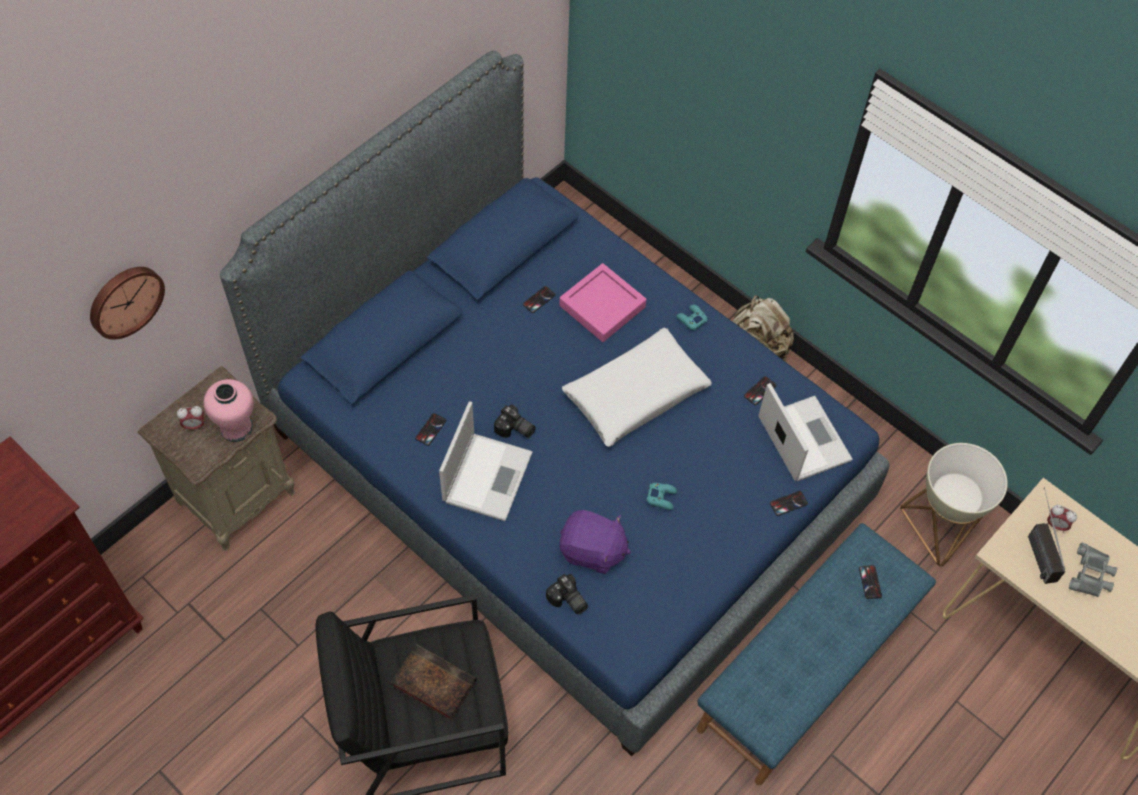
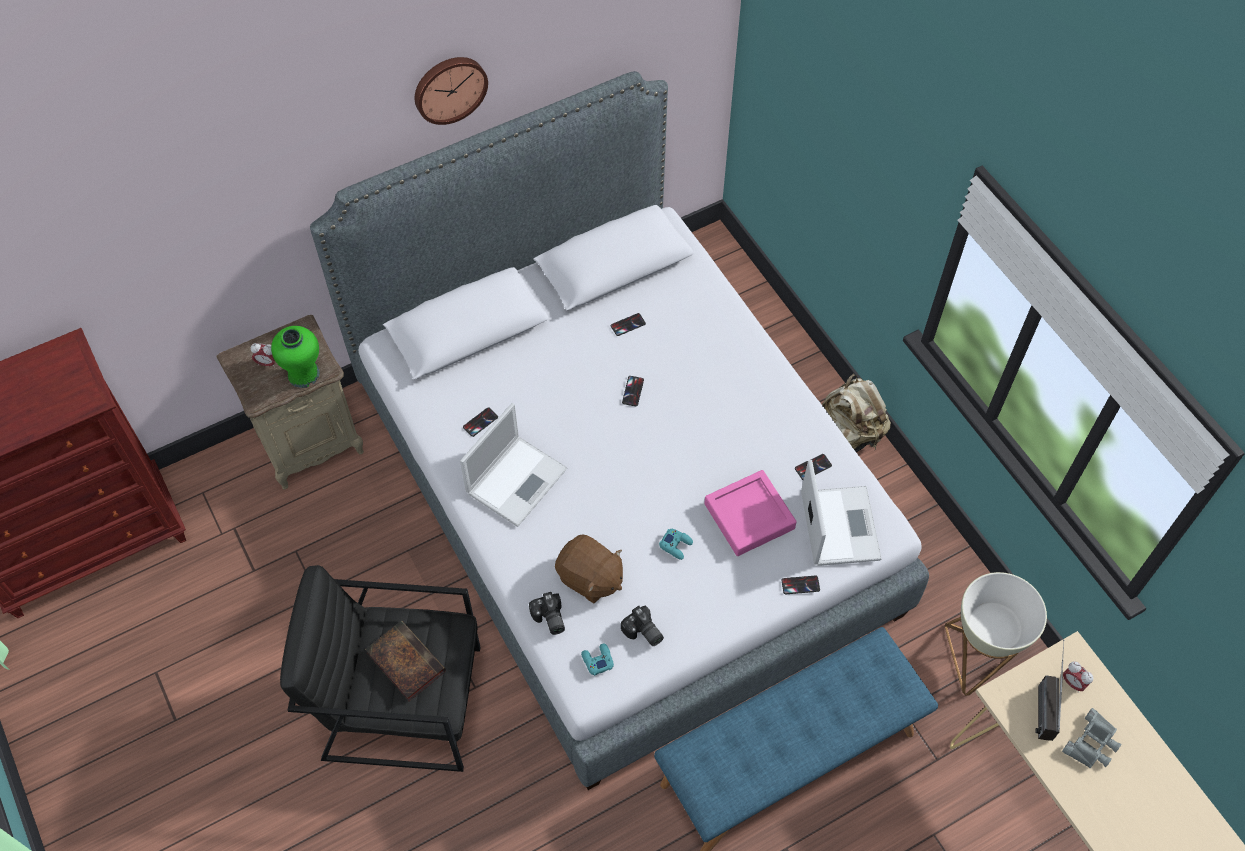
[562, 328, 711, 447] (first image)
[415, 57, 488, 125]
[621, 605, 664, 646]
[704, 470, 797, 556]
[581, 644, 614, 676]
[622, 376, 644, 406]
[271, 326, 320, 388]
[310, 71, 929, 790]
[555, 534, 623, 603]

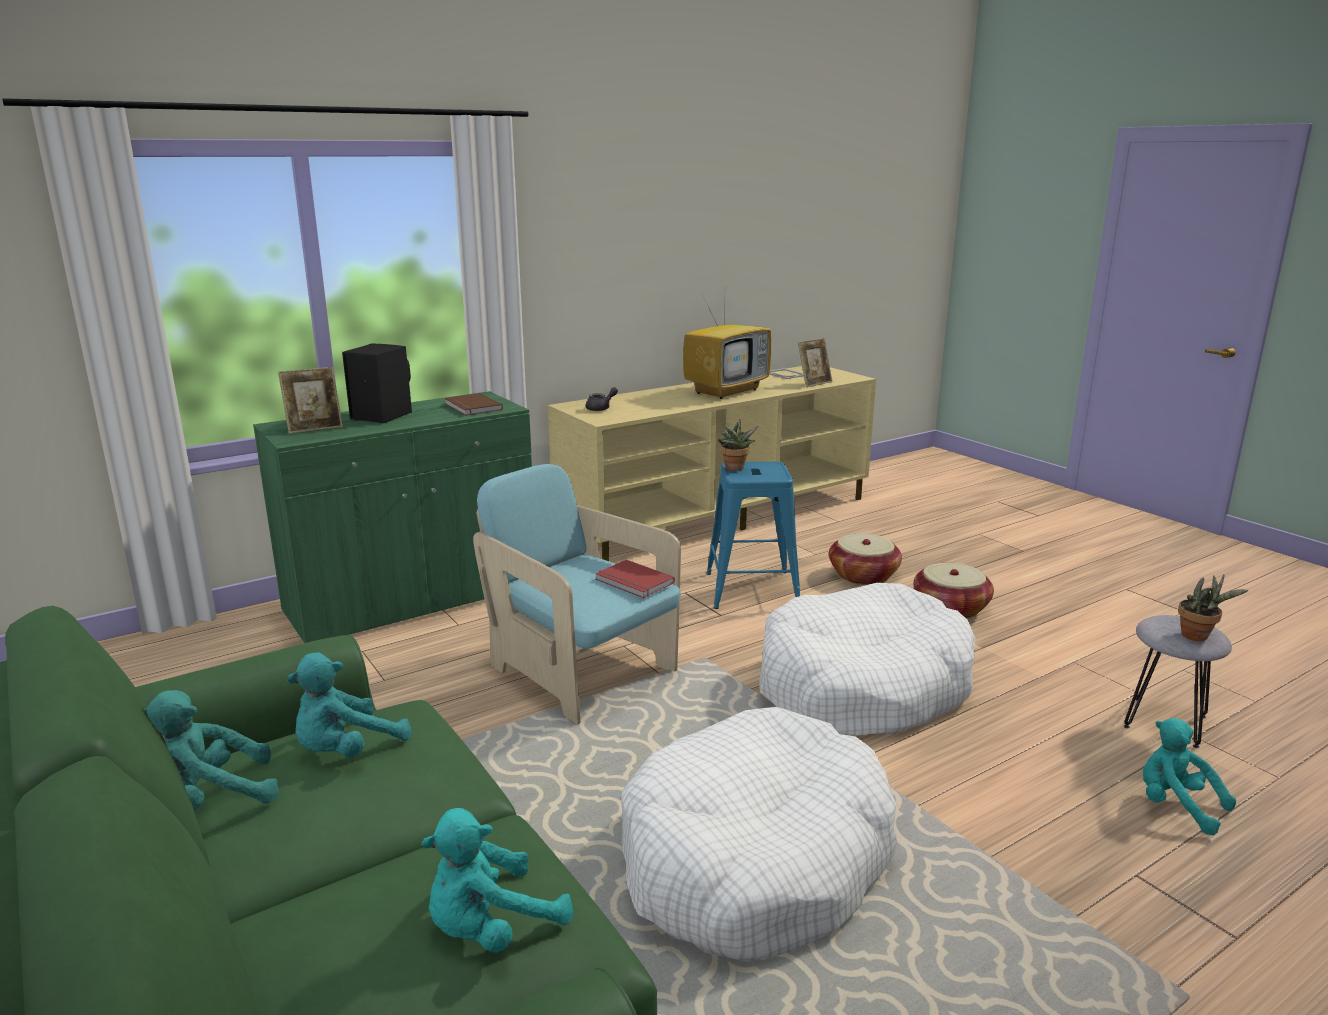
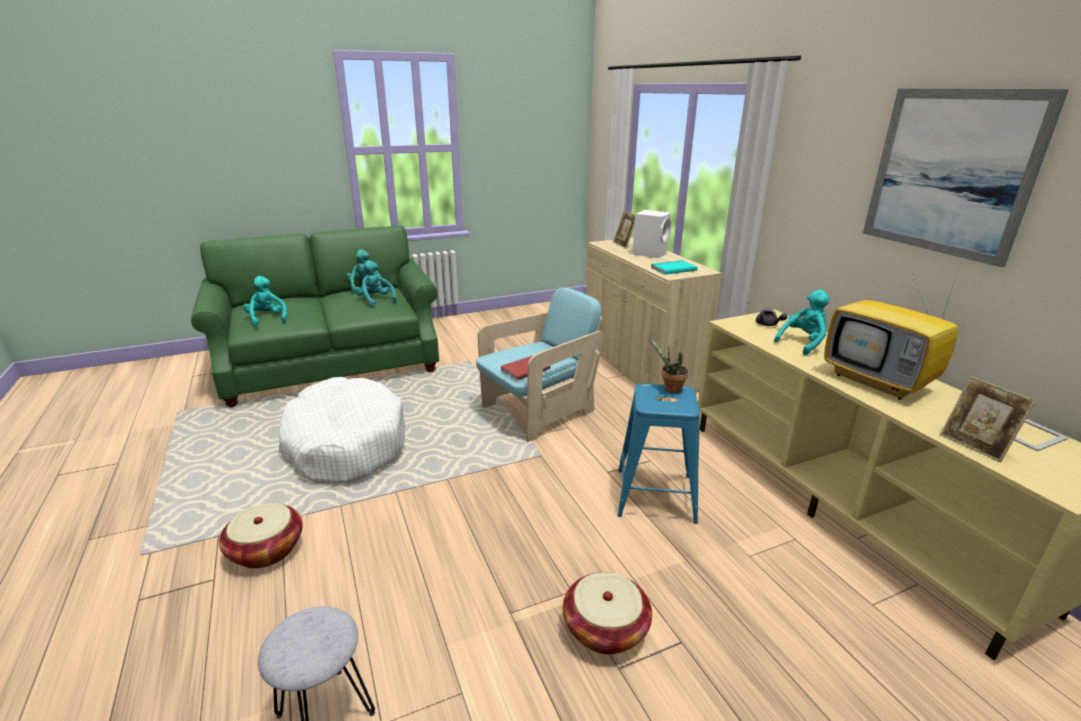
[760, 583, 976, 735] (first image)
[1178, 574, 1248, 641] (first image)
[863, 89, 1069, 267]
[219, 503, 303, 568]
[774, 290, 830, 355]
[586, 238, 723, 401]
[632, 210, 672, 258]
[650, 260, 697, 275]

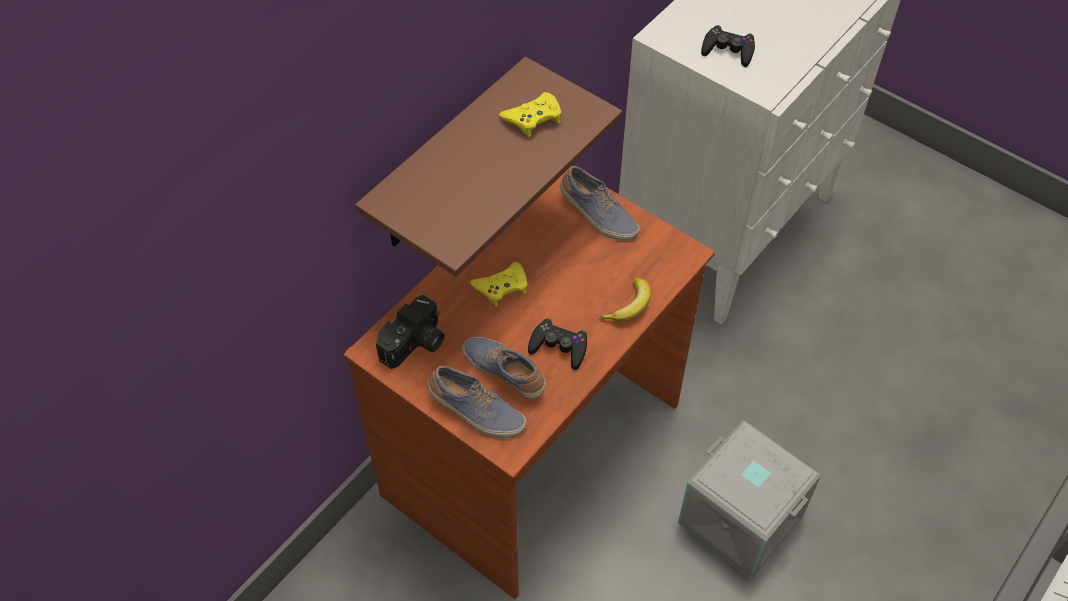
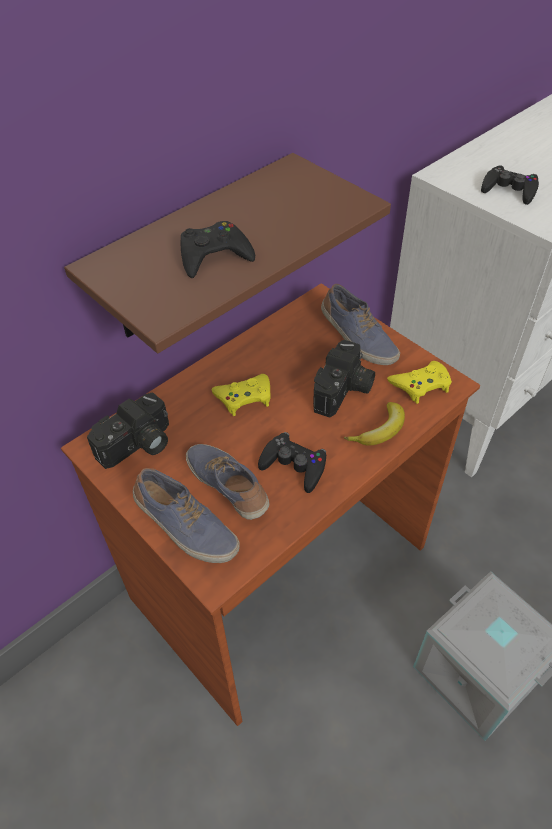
[181, 221, 255, 278]
[313, 340, 375, 418]
[387, 361, 452, 404]

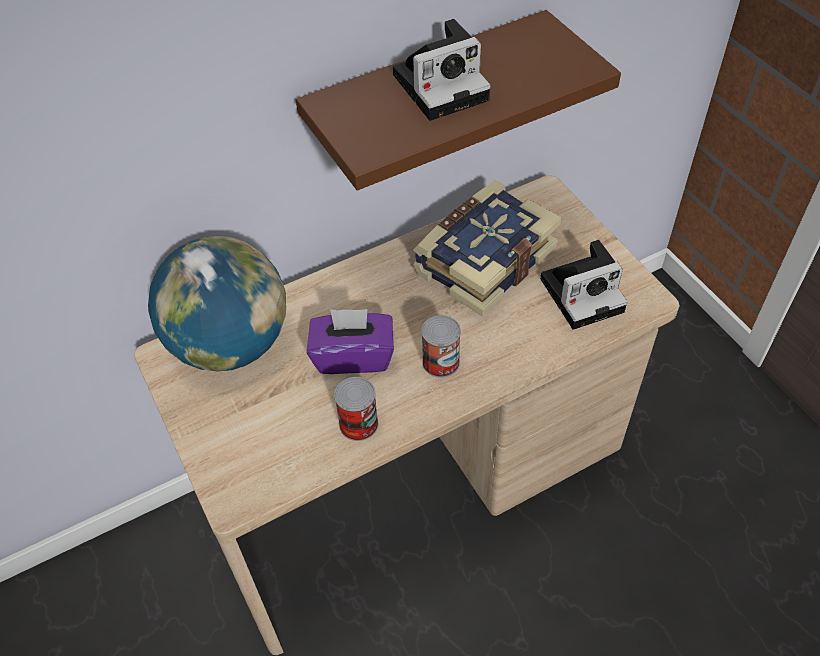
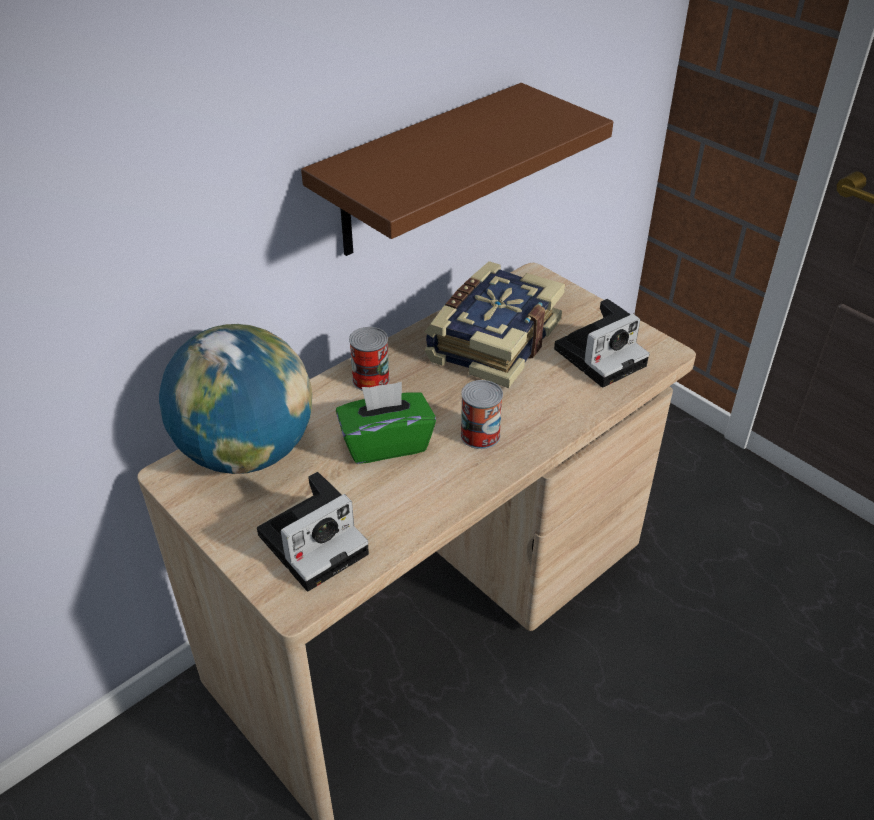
[349, 327, 390, 391]
[257, 472, 369, 591]
[336, 382, 436, 464]

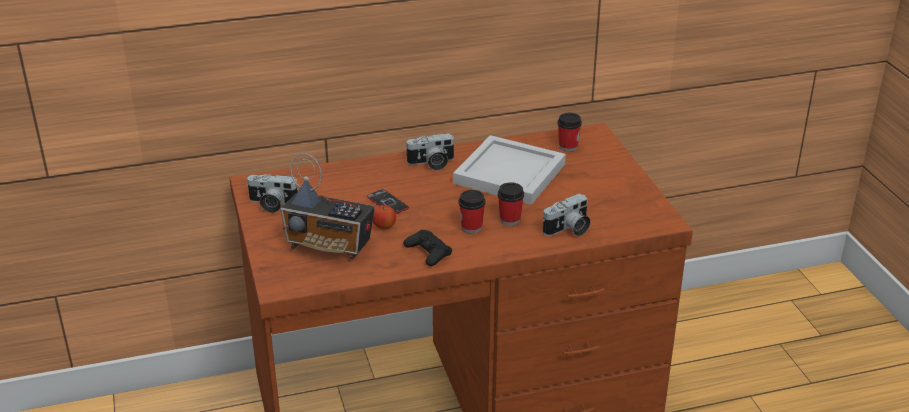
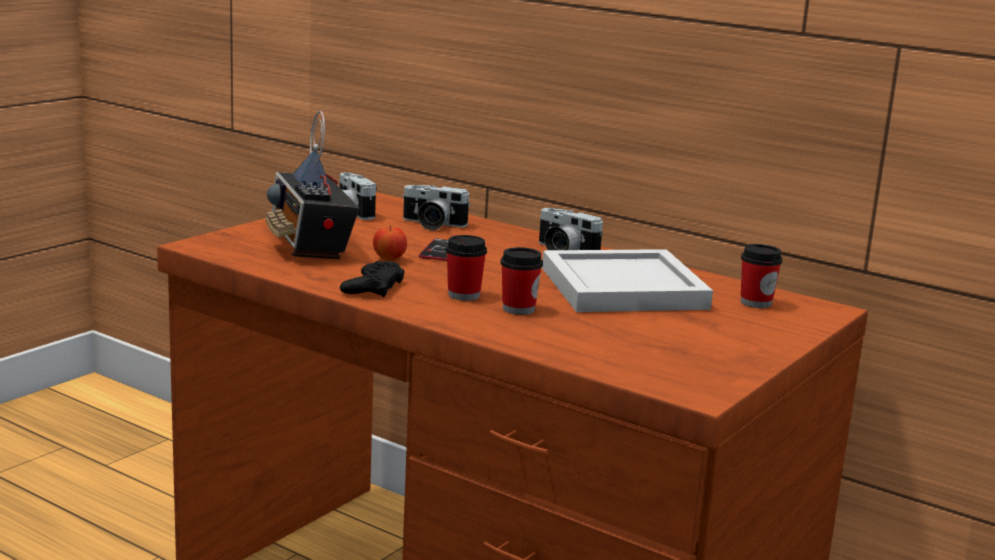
[402, 185, 471, 230]

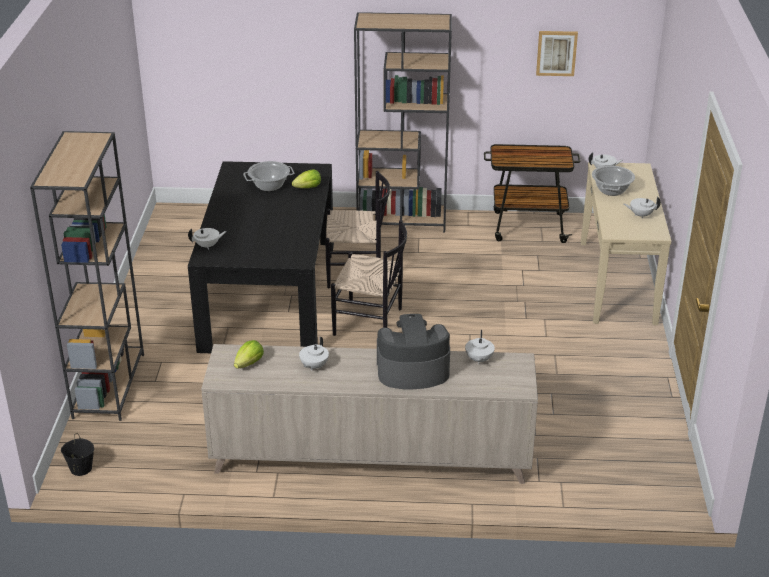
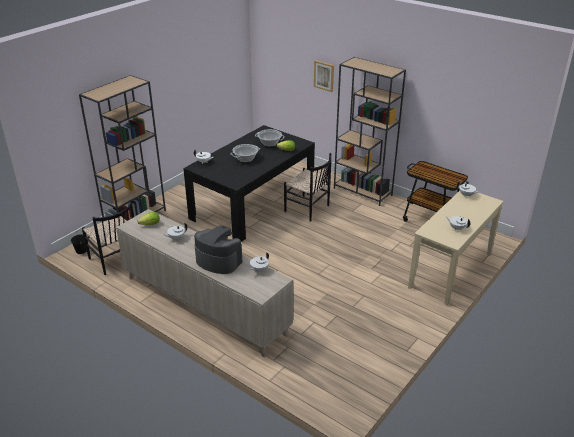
[82, 203, 134, 275]
[314, 60, 334, 92]
[231, 144, 260, 162]

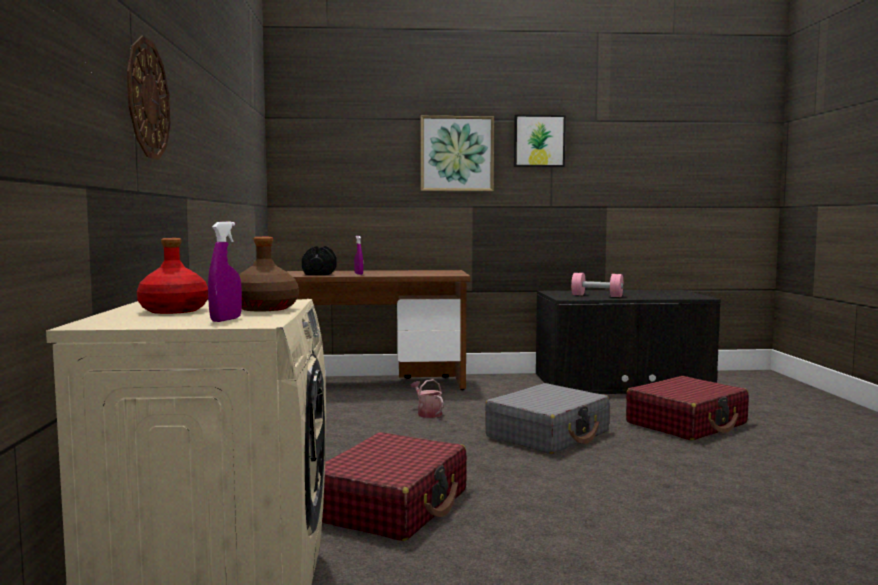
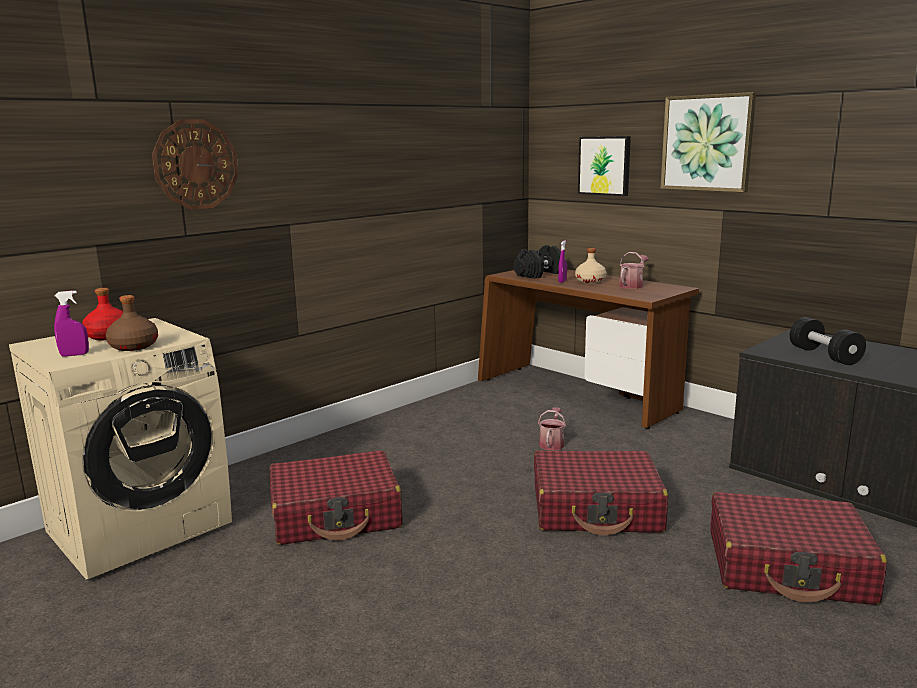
[575, 248, 606, 283]
[619, 252, 649, 289]
[578, 136, 631, 196]
[534, 450, 668, 535]
[789, 317, 866, 365]

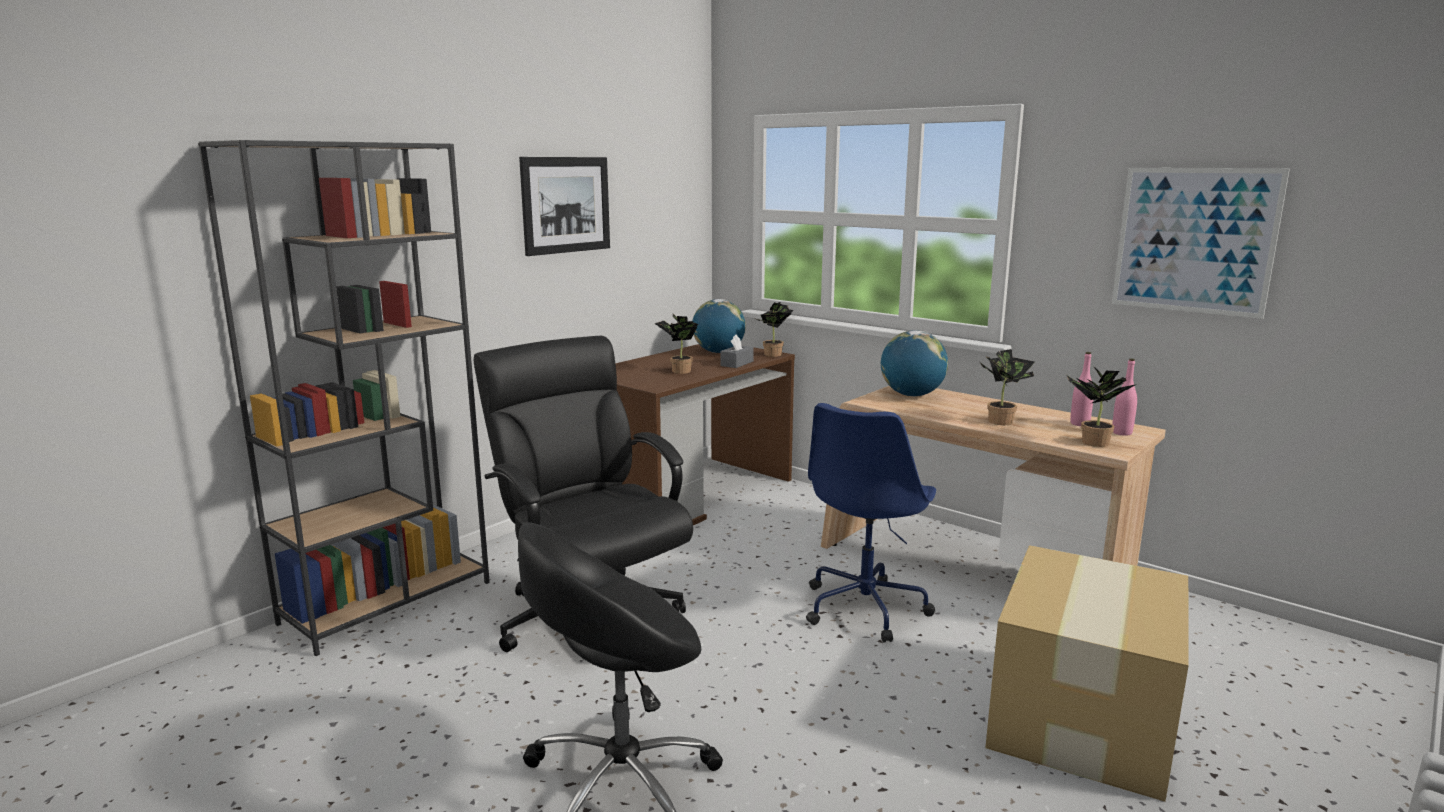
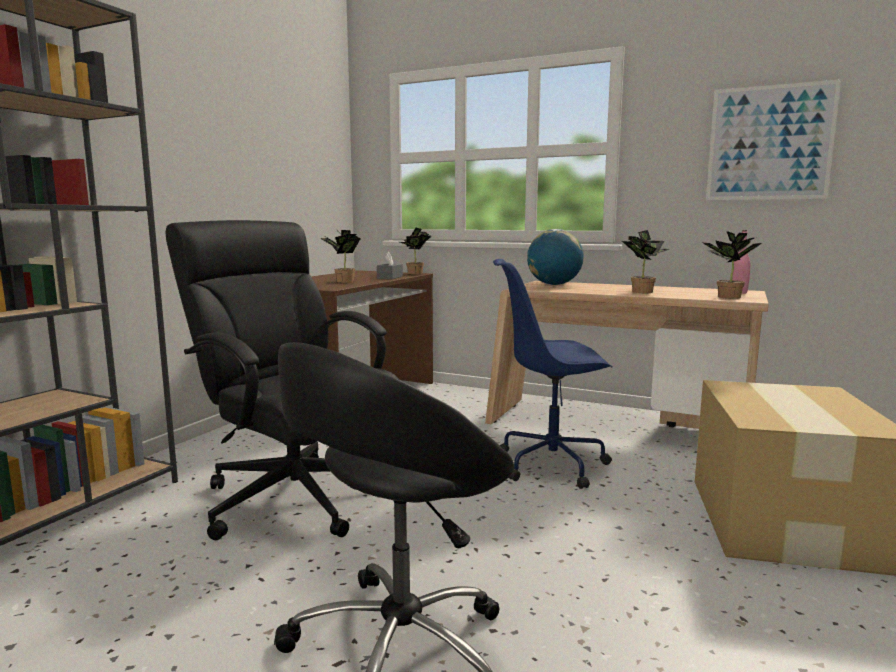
[519, 157, 610, 256] (first image)
[692, 299, 746, 353] (first image)
[1070, 352, 1093, 426] (first image)
[493, 259, 613, 489]

